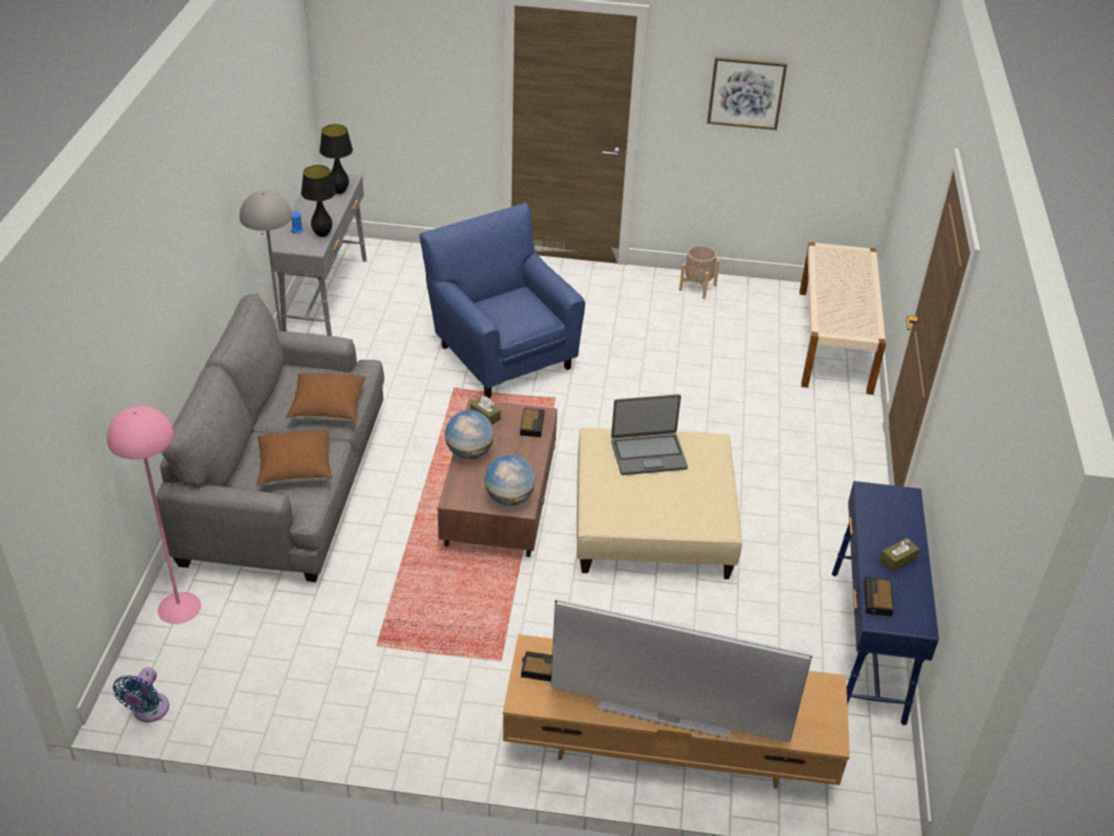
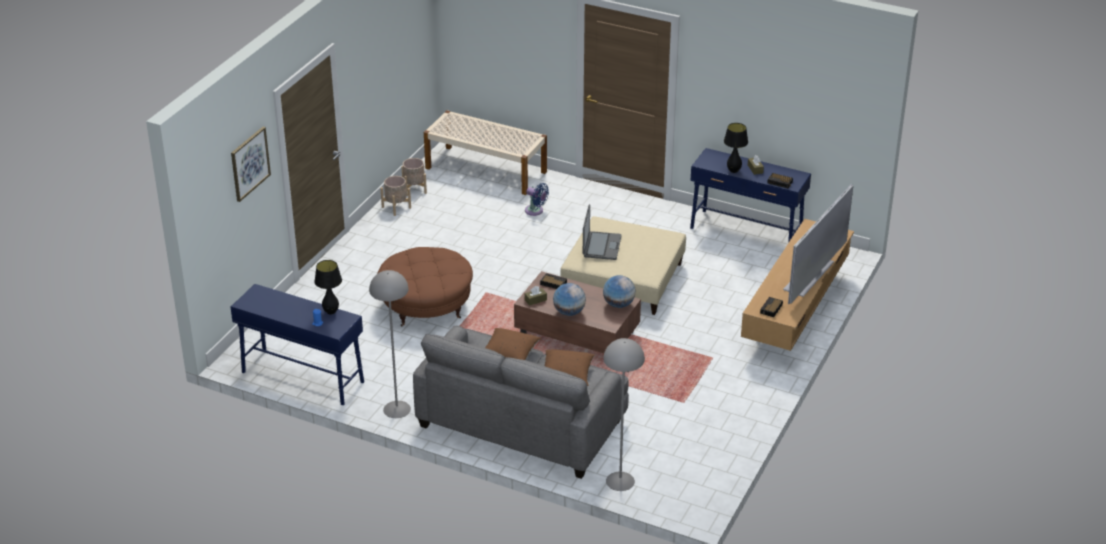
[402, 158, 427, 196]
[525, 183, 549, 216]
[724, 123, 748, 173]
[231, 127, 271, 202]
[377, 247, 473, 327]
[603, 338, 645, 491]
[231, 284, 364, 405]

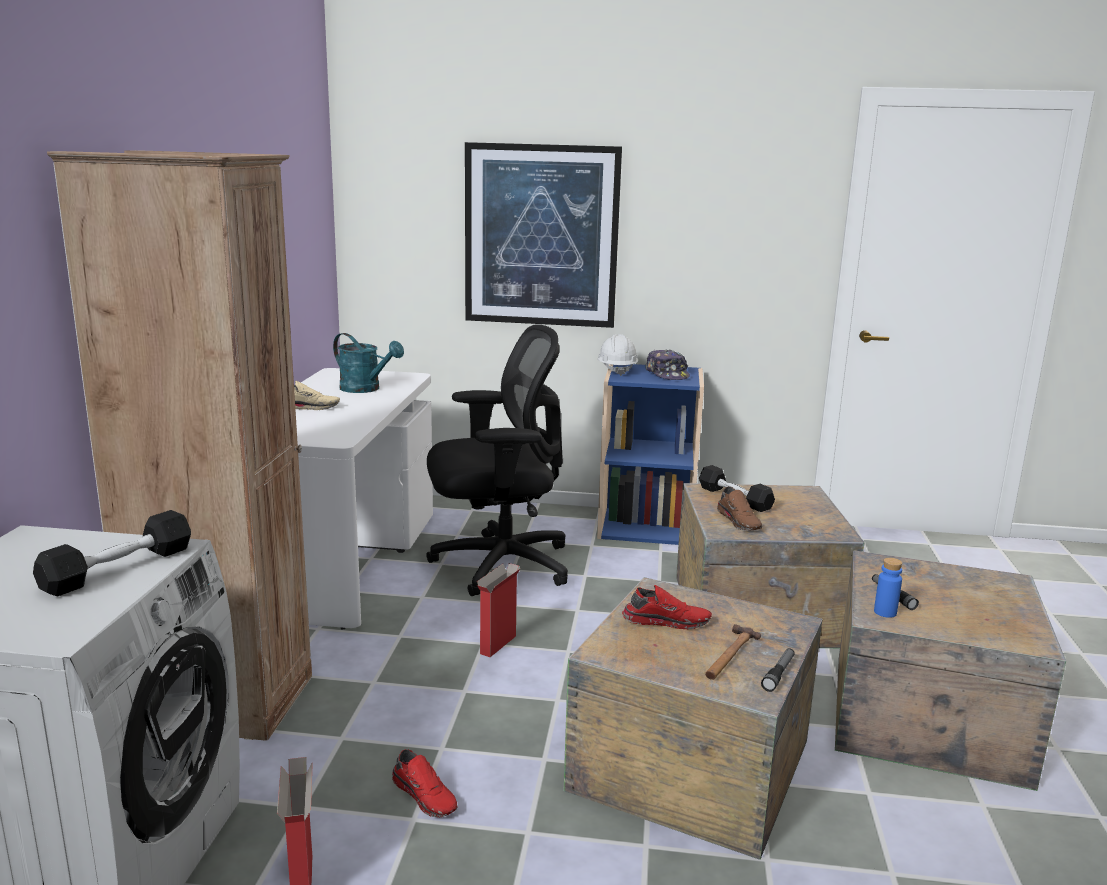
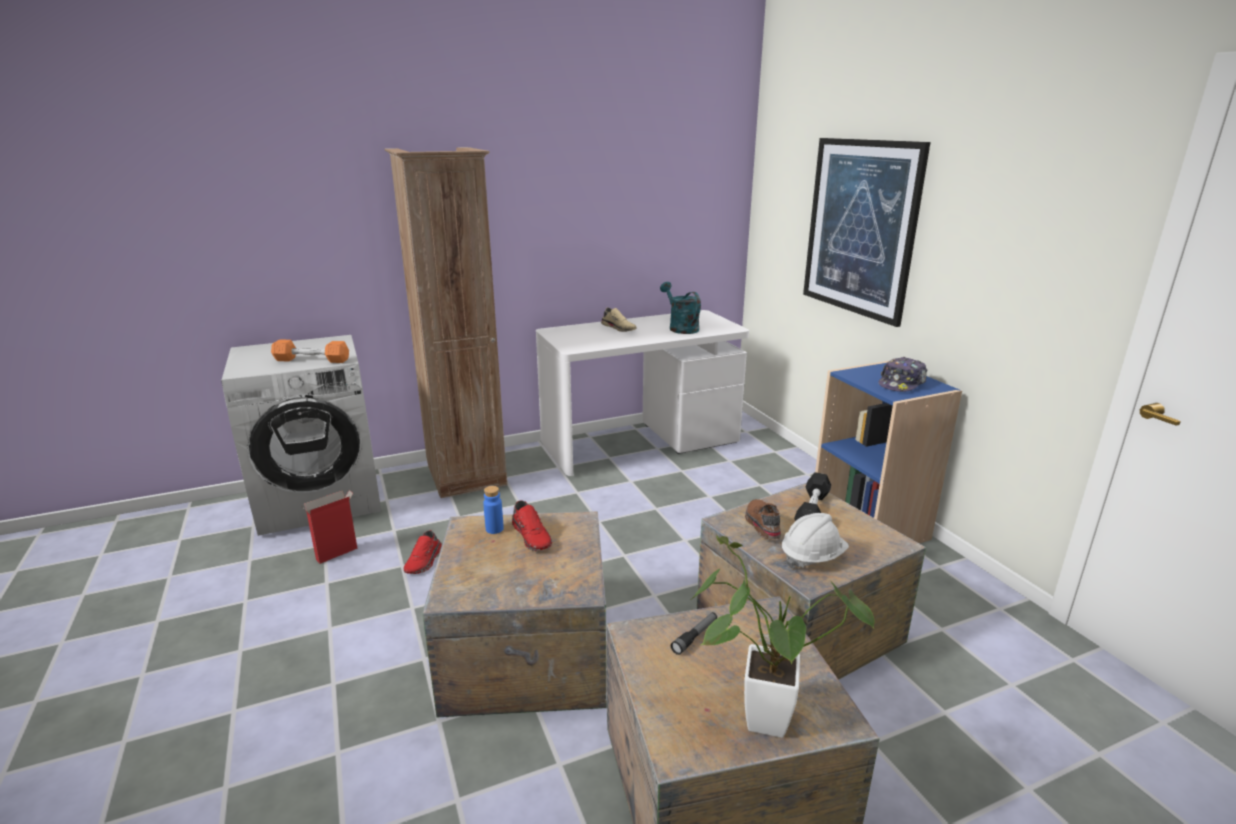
[426, 324, 568, 596] (first image)
[477, 563, 521, 657] (first image)
[705, 624, 761, 680] (first image)
[761, 648, 795, 692] (first image)
[692, 535, 875, 738]
[782, 513, 849, 568]
[483, 486, 504, 534]
[271, 339, 349, 363]
[660, 282, 701, 334]
[745, 499, 781, 539]

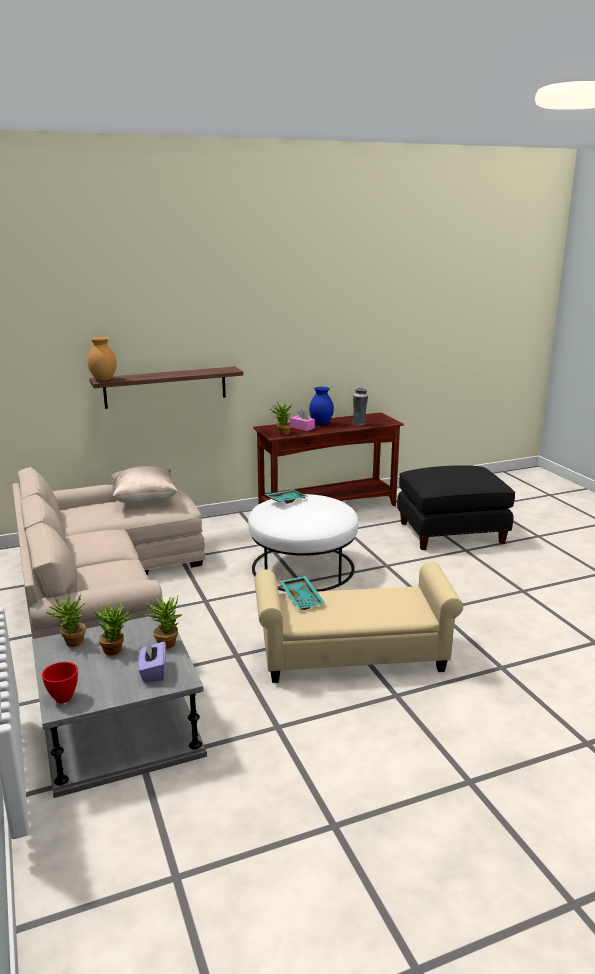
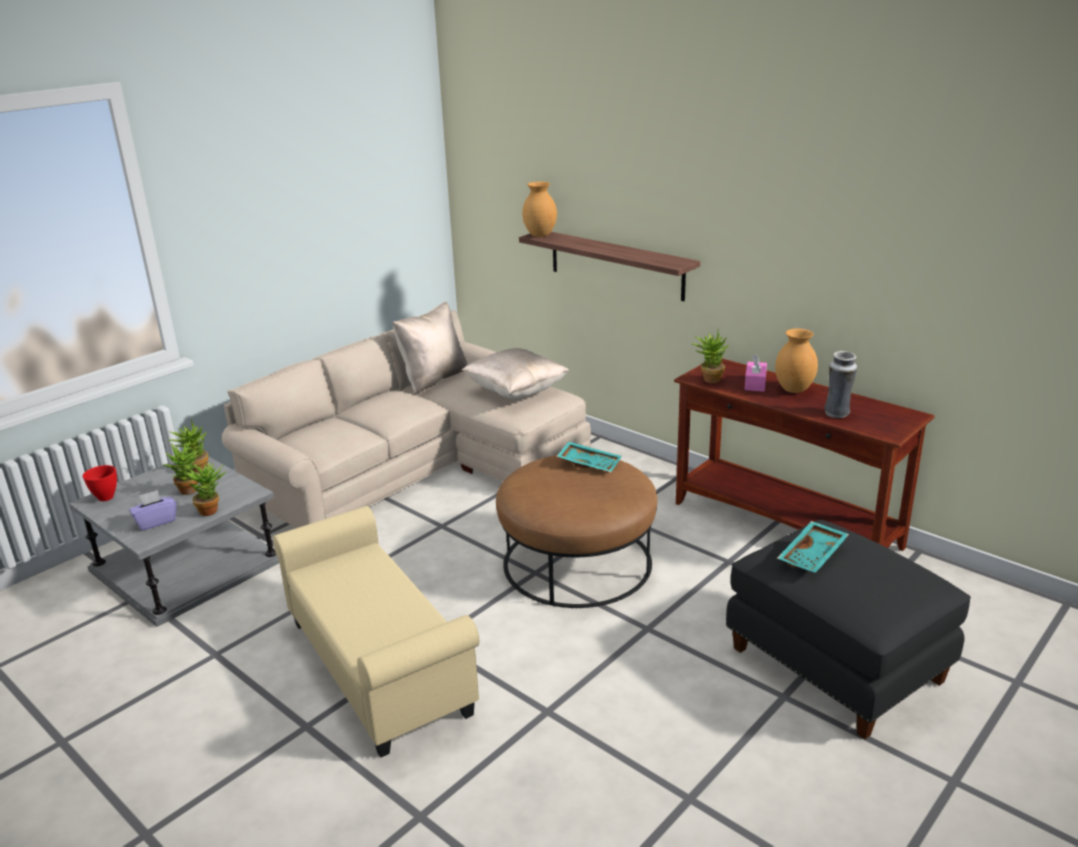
[393, 302, 468, 394]
[777, 521, 849, 573]
[496, 455, 657, 608]
[775, 329, 818, 393]

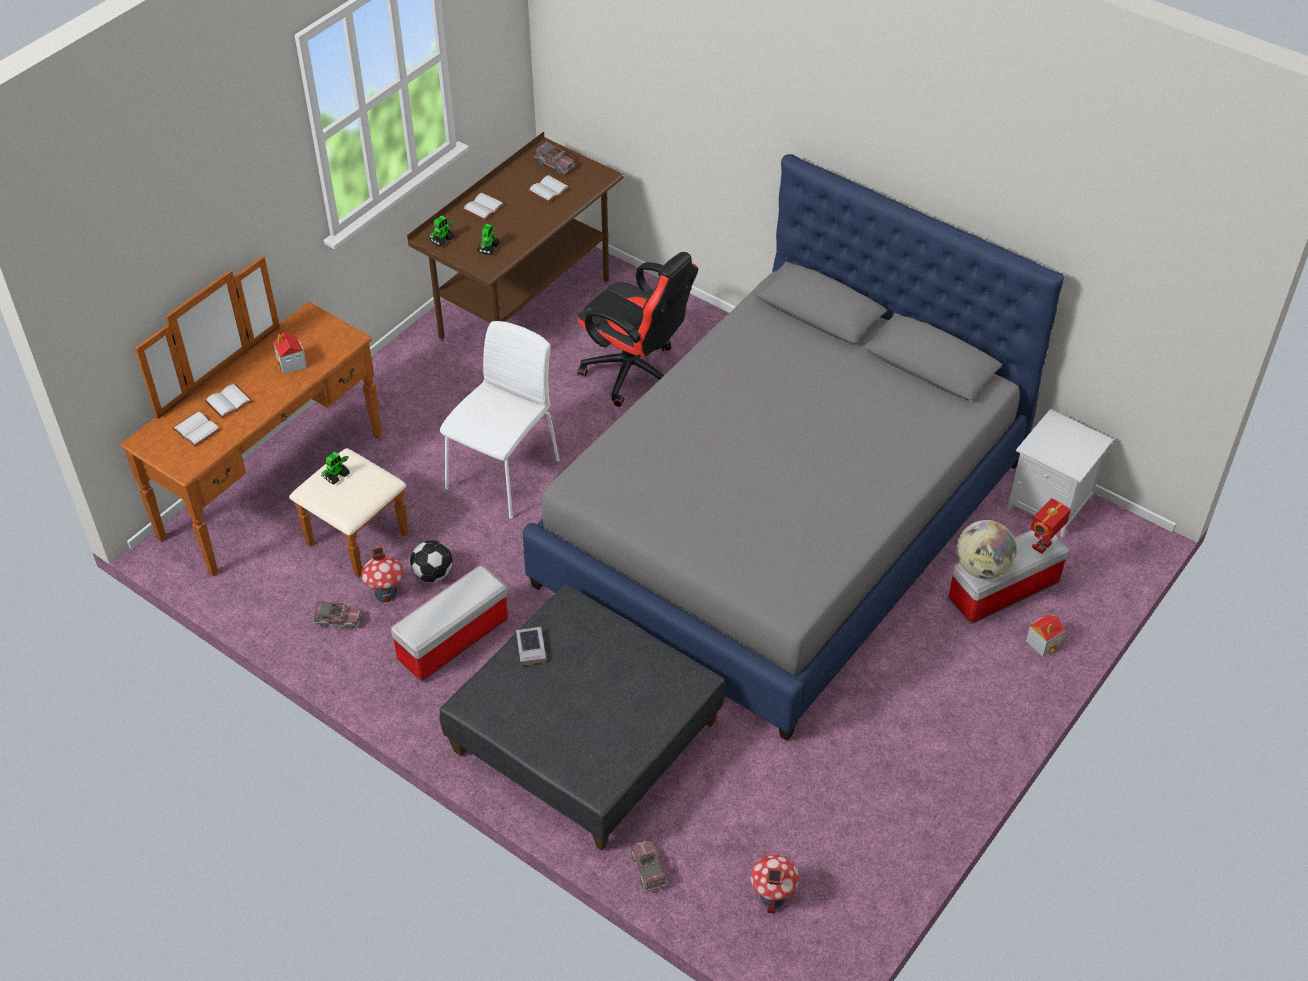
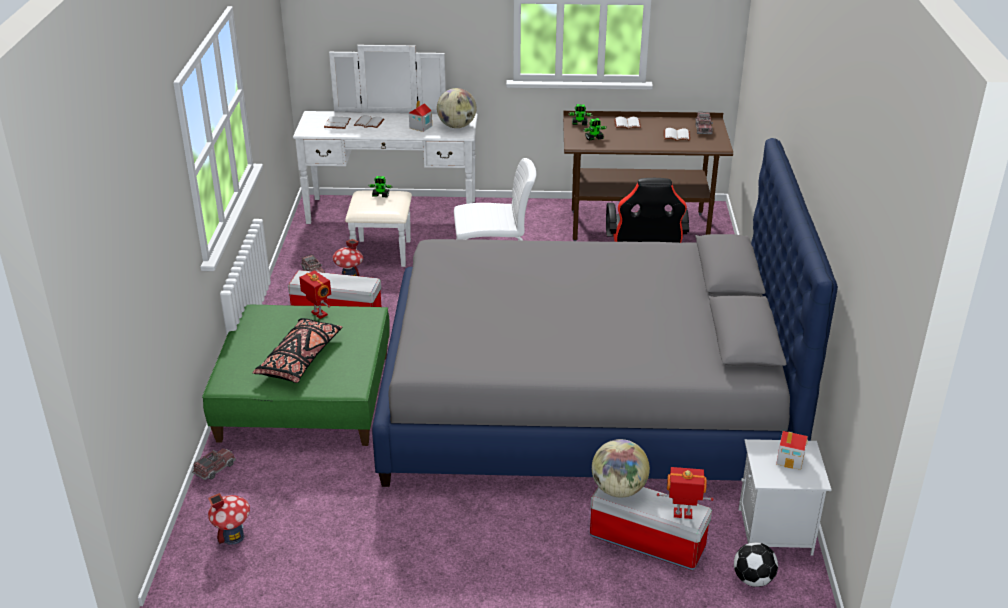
[252, 318, 342, 383]
[437, 88, 476, 128]
[734, 542, 778, 587]
[776, 431, 808, 470]
[299, 270, 331, 319]
[293, 45, 478, 267]
[202, 305, 390, 446]

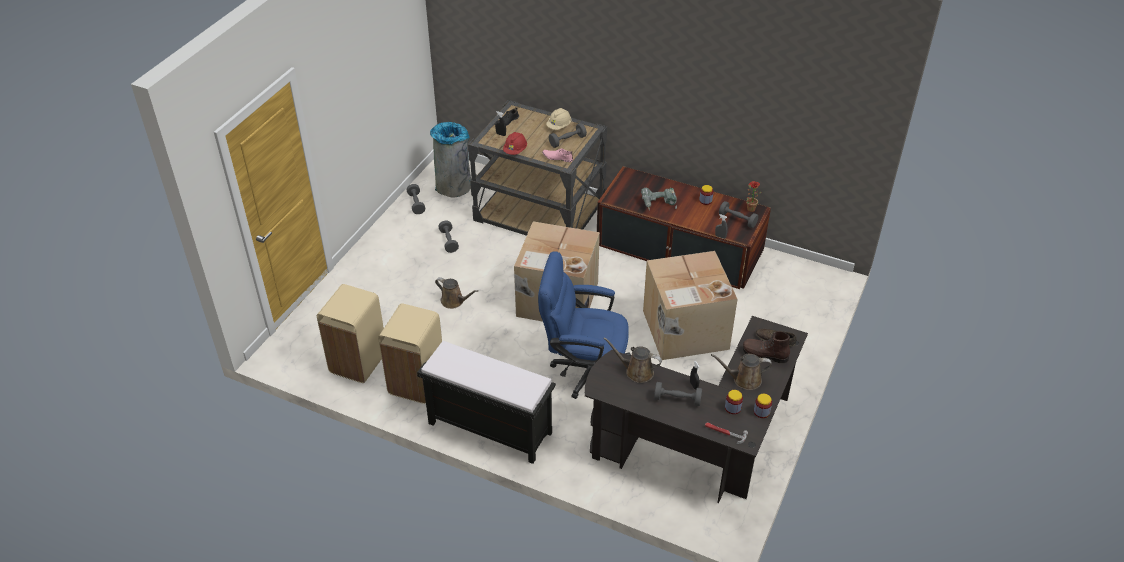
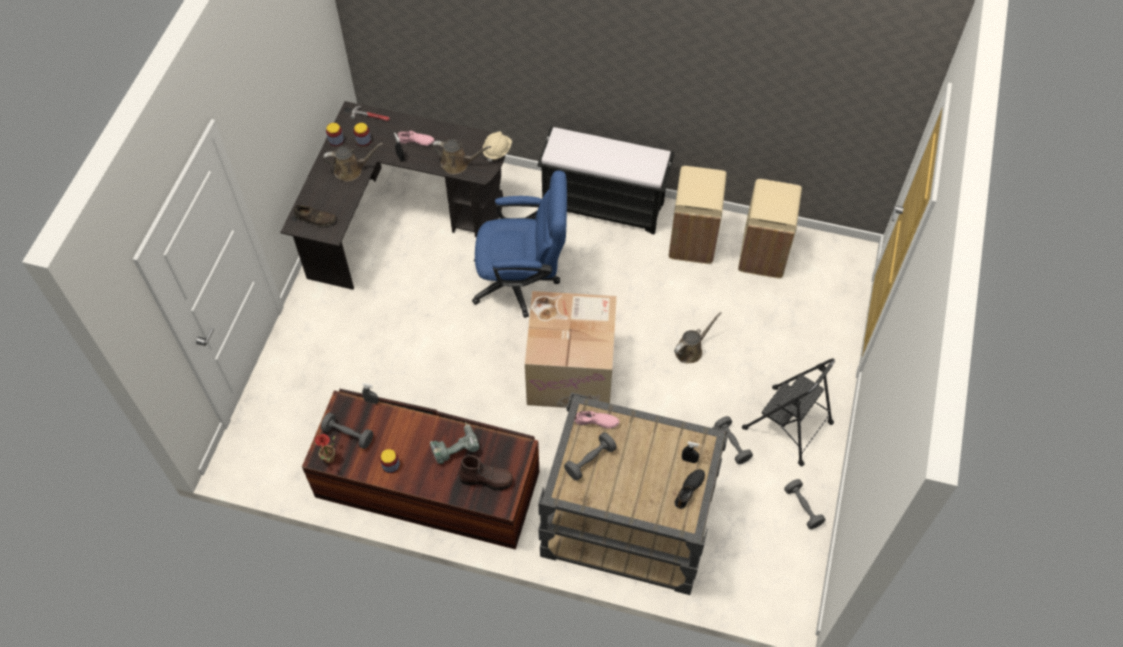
[430, 122, 471, 197] (first image)
[503, 132, 527, 155] (first image)
[643, 251, 738, 360] (first image)
[742, 358, 835, 466]
[482, 131, 512, 162]
[459, 455, 513, 490]
[398, 131, 434, 146]
[674, 312, 721, 363]

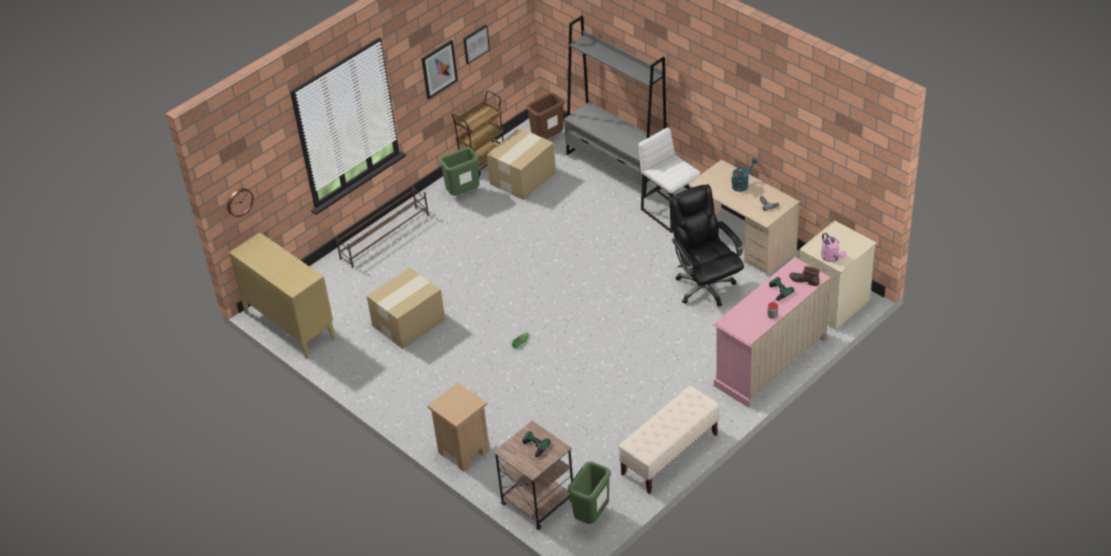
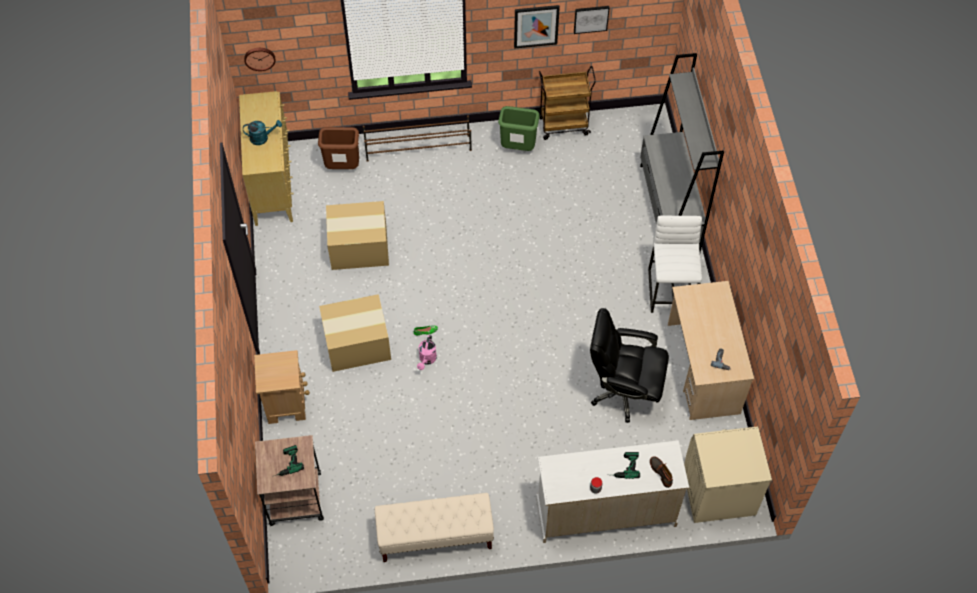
[568, 462, 611, 524] (first image)
[319, 294, 391, 372]
[318, 127, 359, 169]
[243, 120, 282, 145]
[417, 335, 437, 370]
[536, 440, 689, 543]
[590, 308, 669, 423]

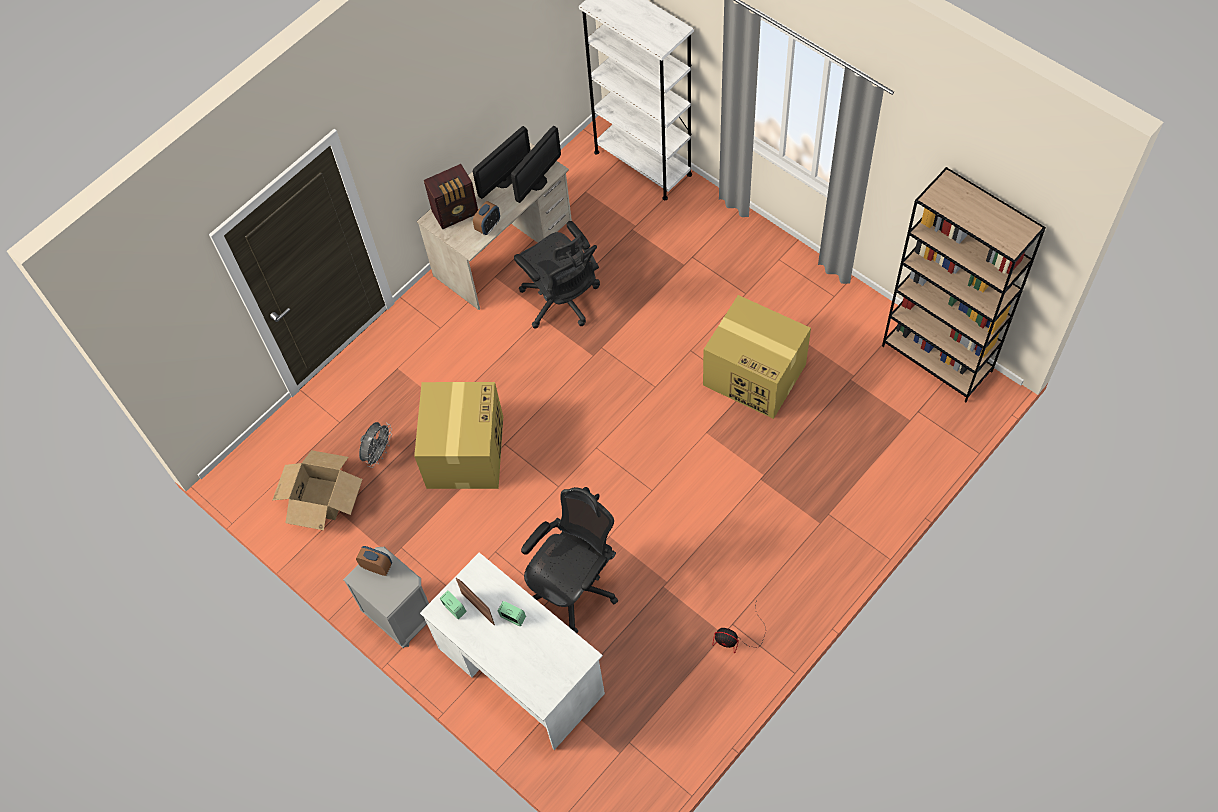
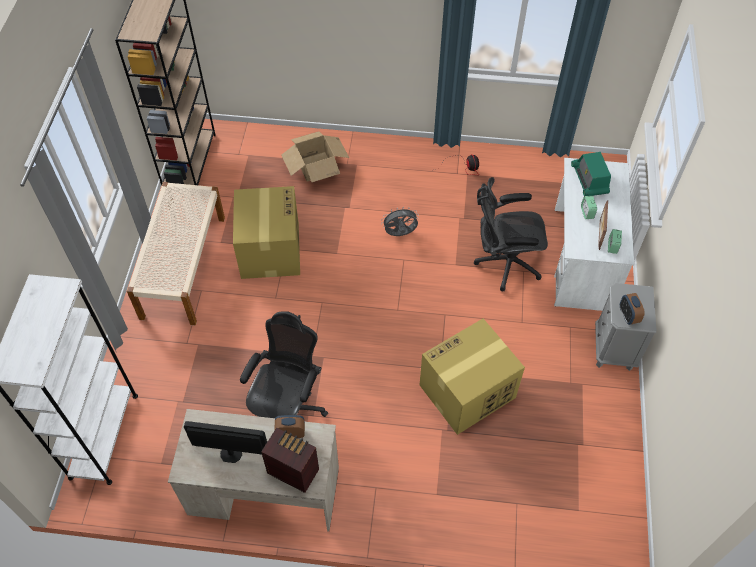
[511, 126, 561, 203] (first image)
[127, 182, 225, 326]
[571, 152, 611, 196]
[282, 131, 349, 182]
[381, 207, 419, 236]

